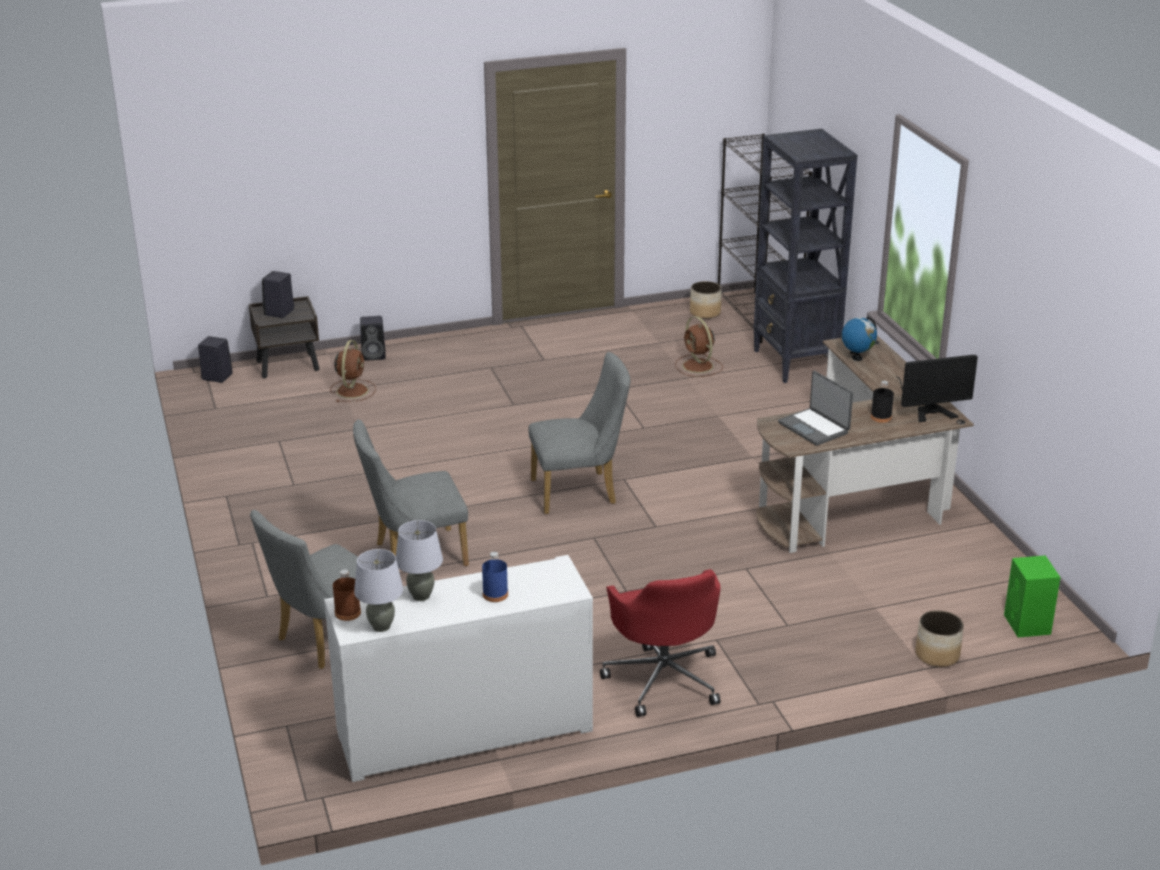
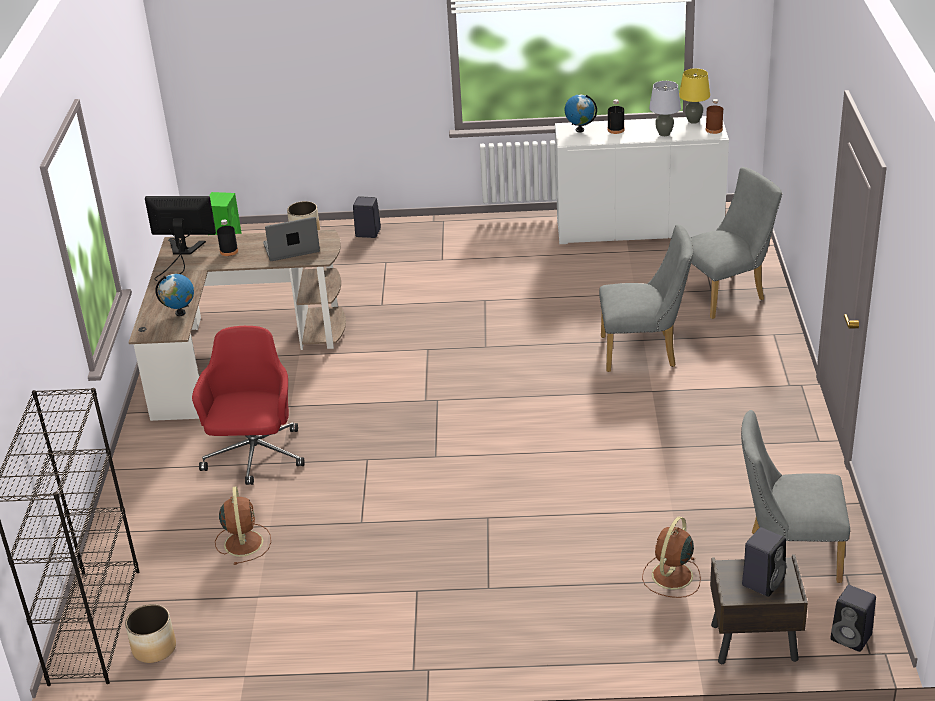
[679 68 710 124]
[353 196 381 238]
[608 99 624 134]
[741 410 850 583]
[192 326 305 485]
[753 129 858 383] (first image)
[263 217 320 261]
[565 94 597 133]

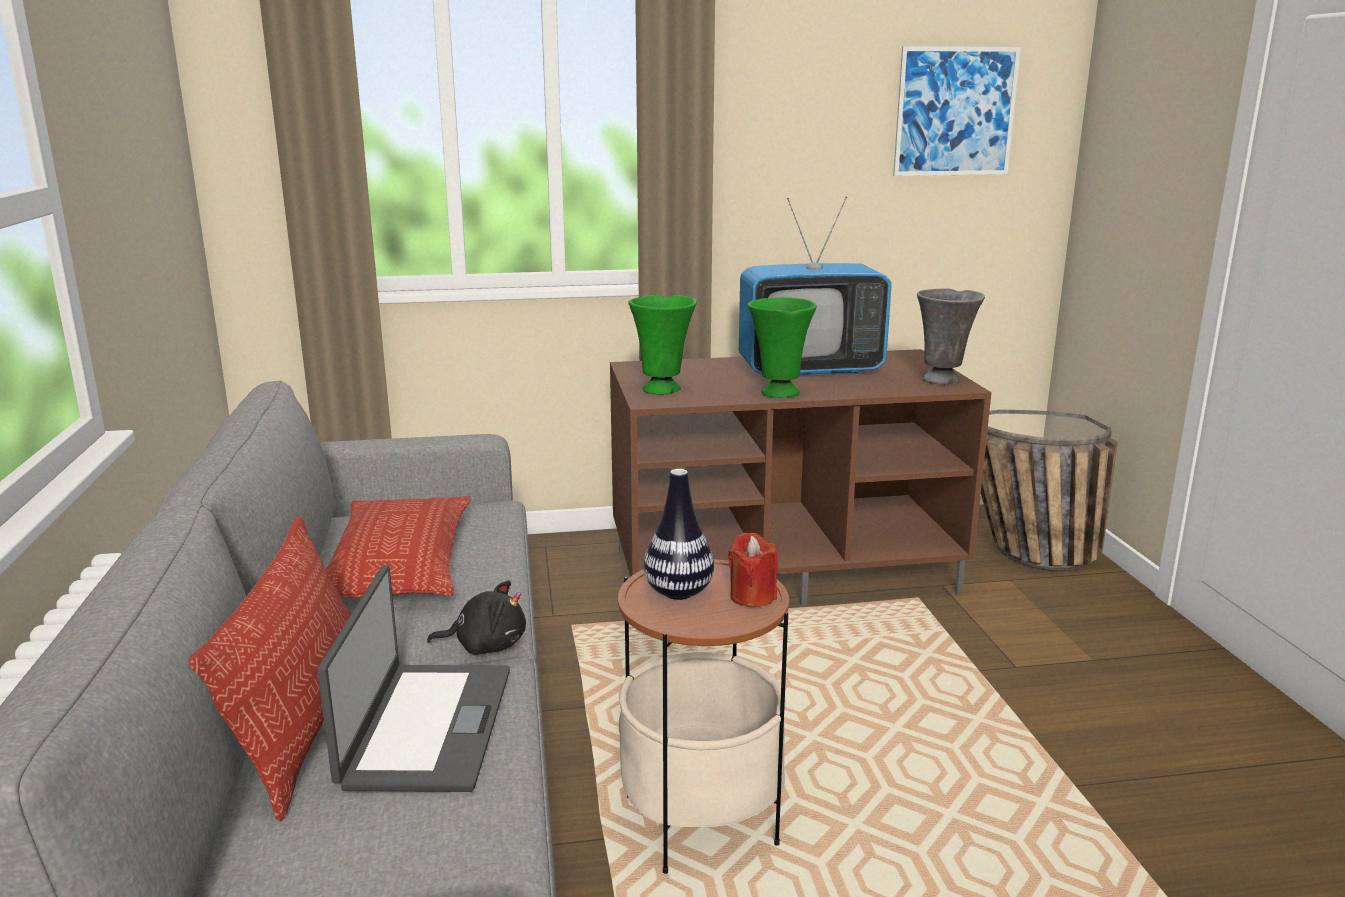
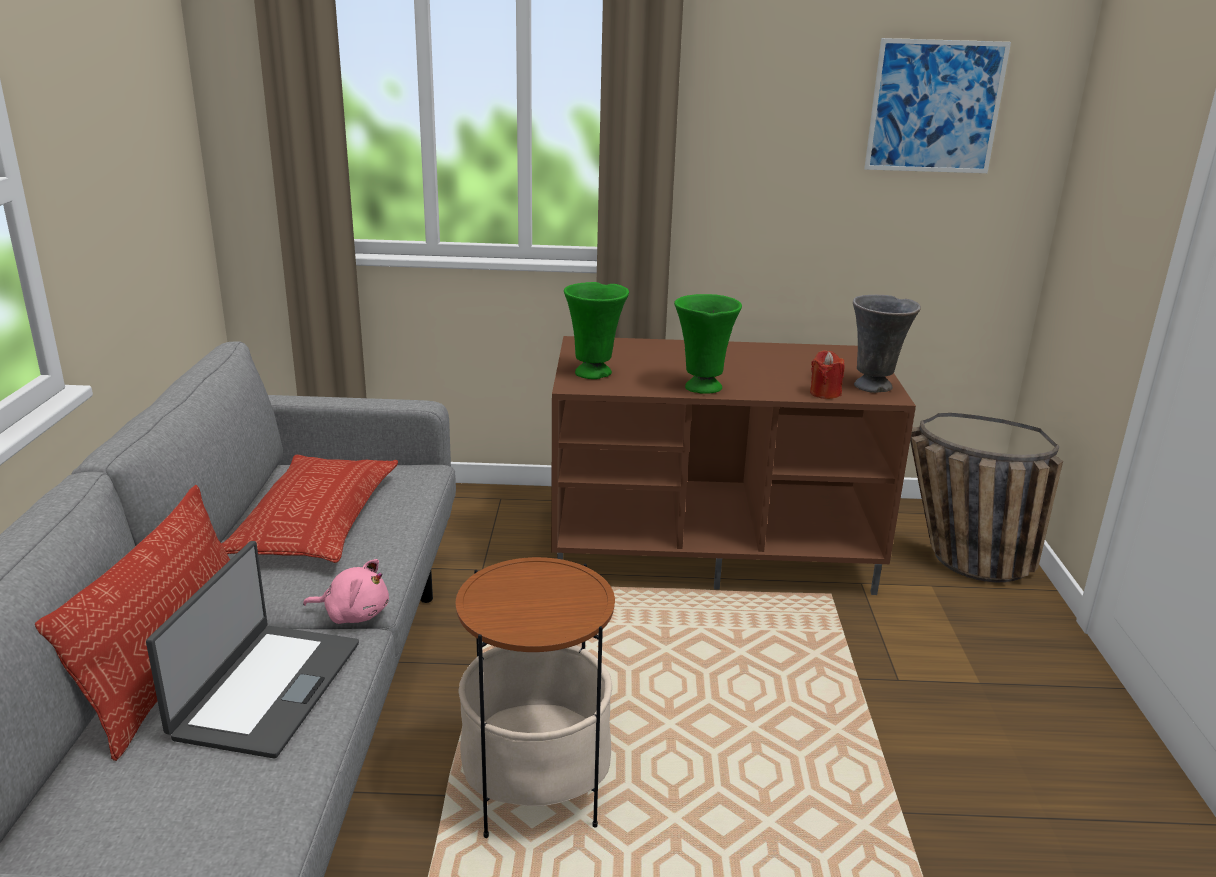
[303 559 389 624]
[644 469 714 600] (first image)
[810 350 845 399]
[739 197 892 375] (first image)

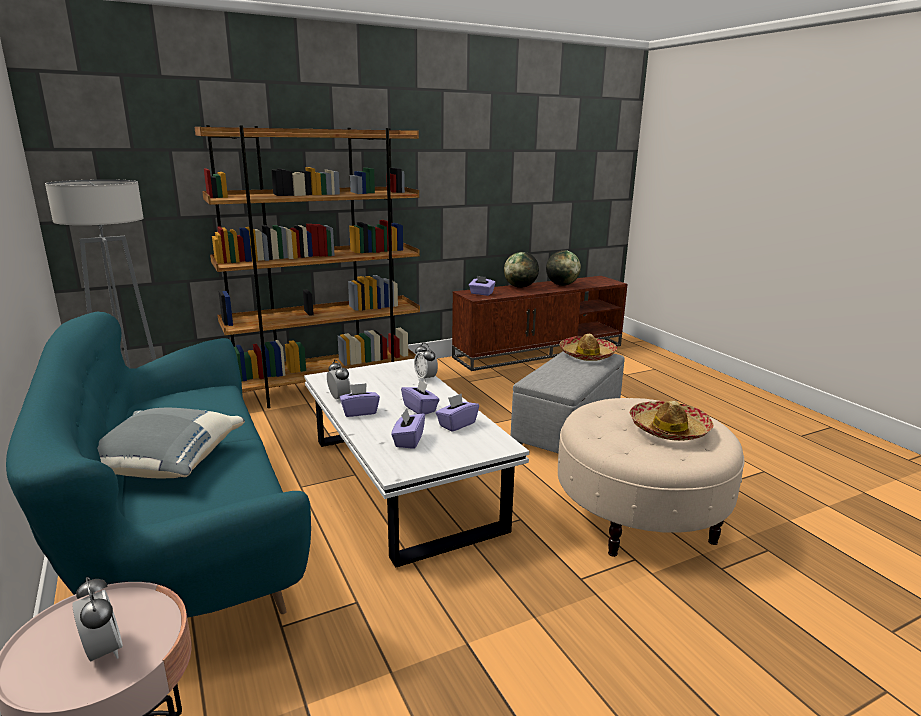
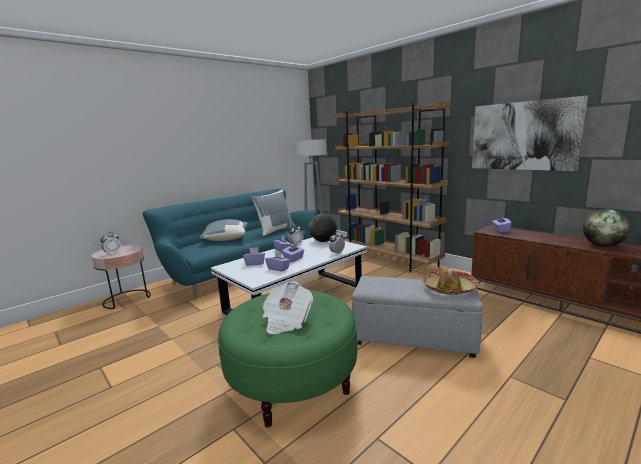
[309 214 337 242]
[218 290 358 427]
[262 281 313 334]
[251 190 296 237]
[472 95 588 171]

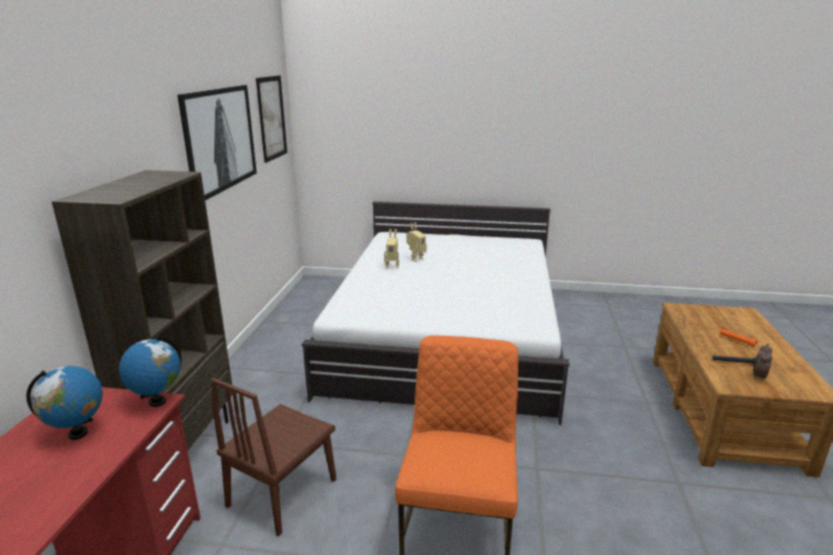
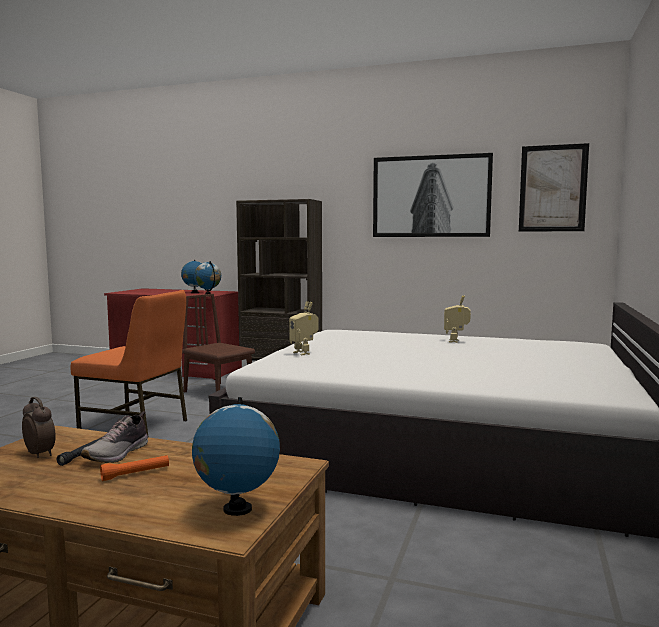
[289 301 319 355]
[81 411 148 463]
[192 397 280 516]

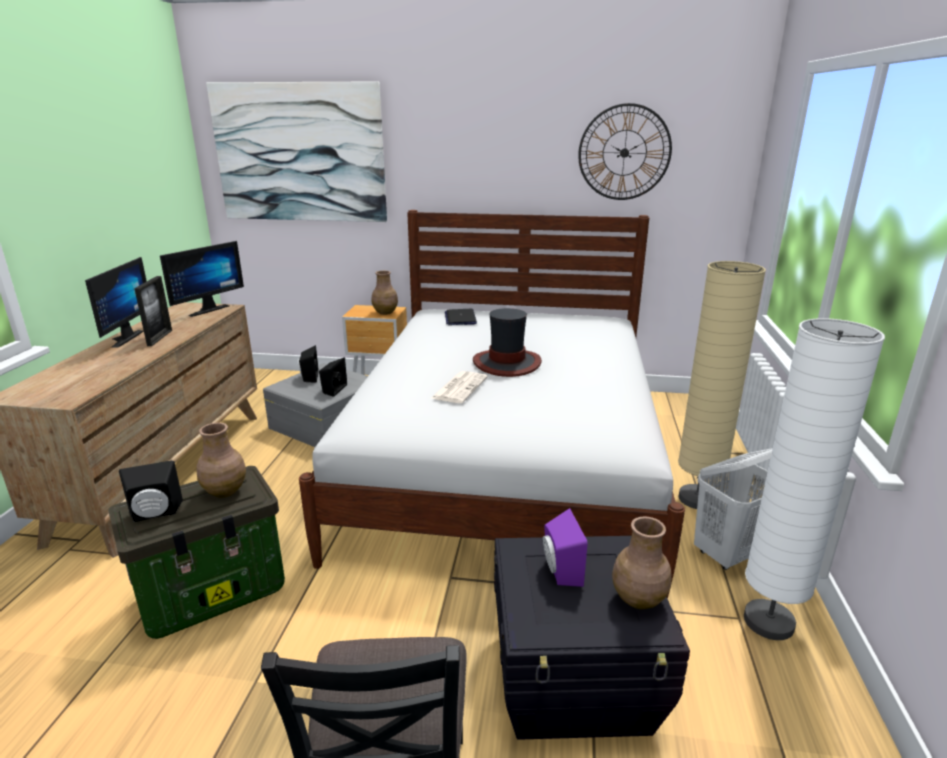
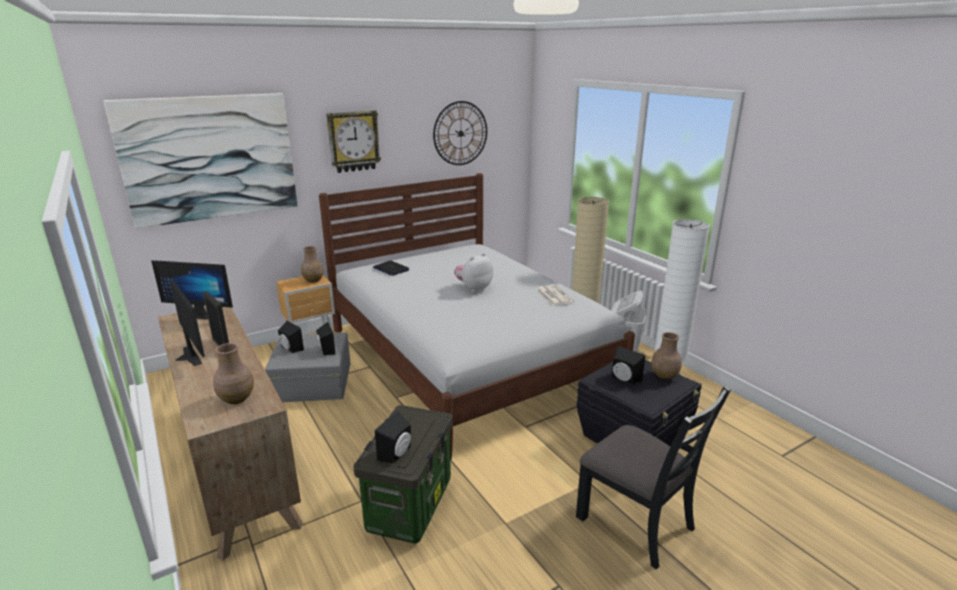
[151 260 233 319]
[213 343 254 404]
[536 285 574 306]
[454 253 493 292]
[612 346 645 385]
[326 110 381 173]

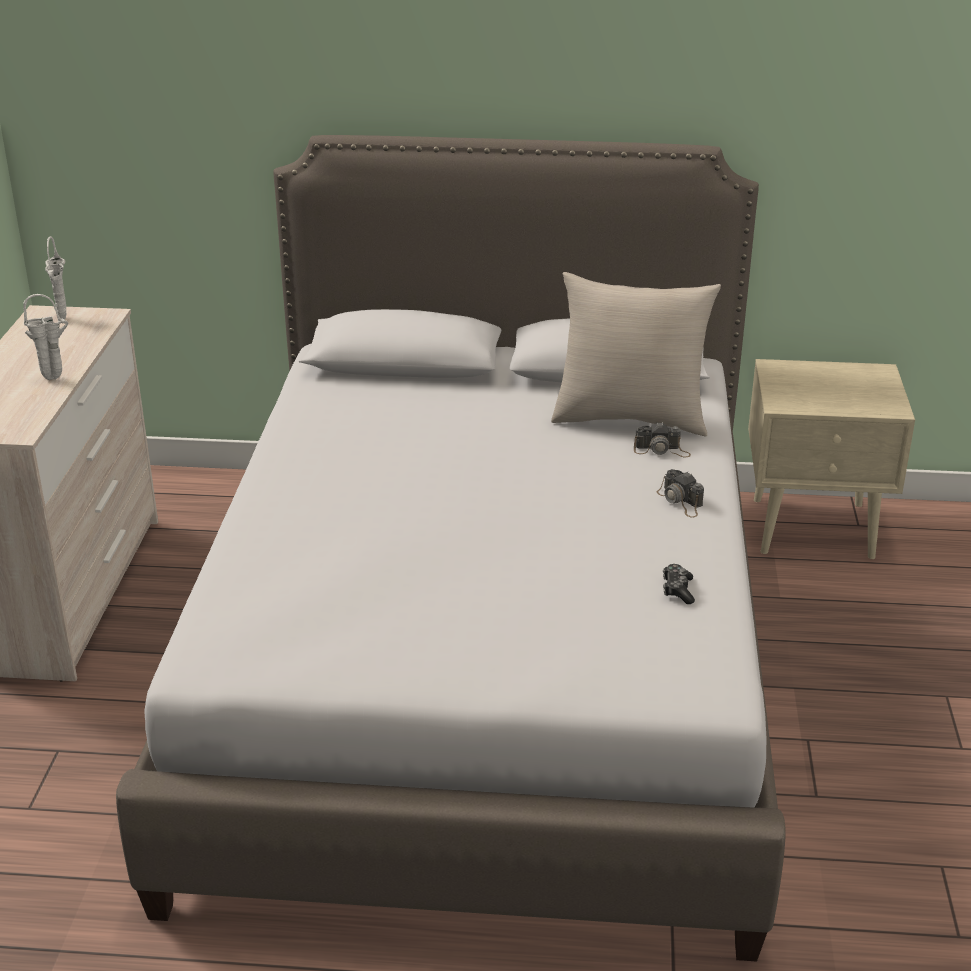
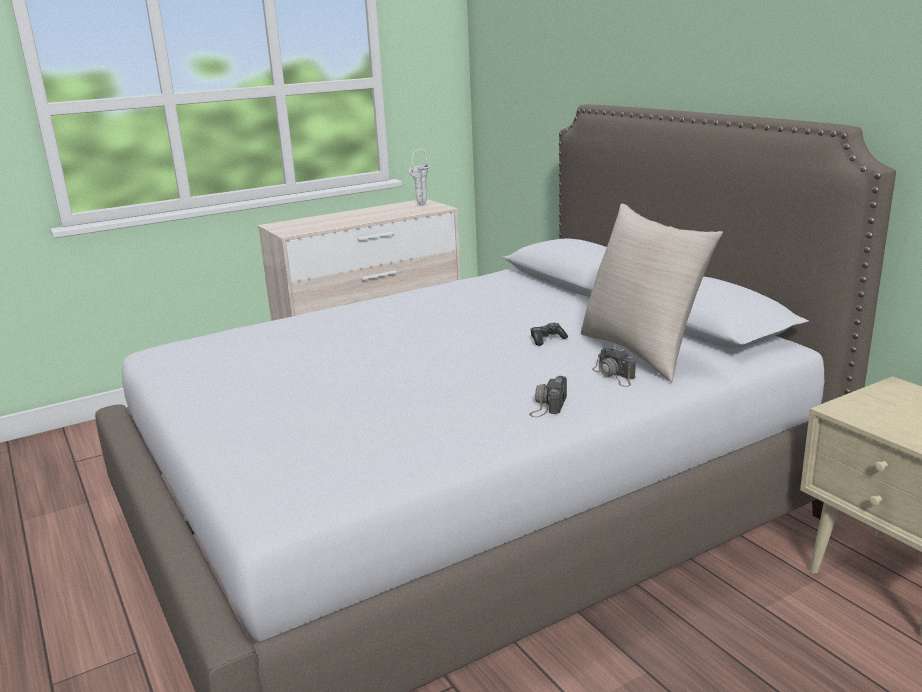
[23 294 69 380] (first image)
[530 323 568 346]

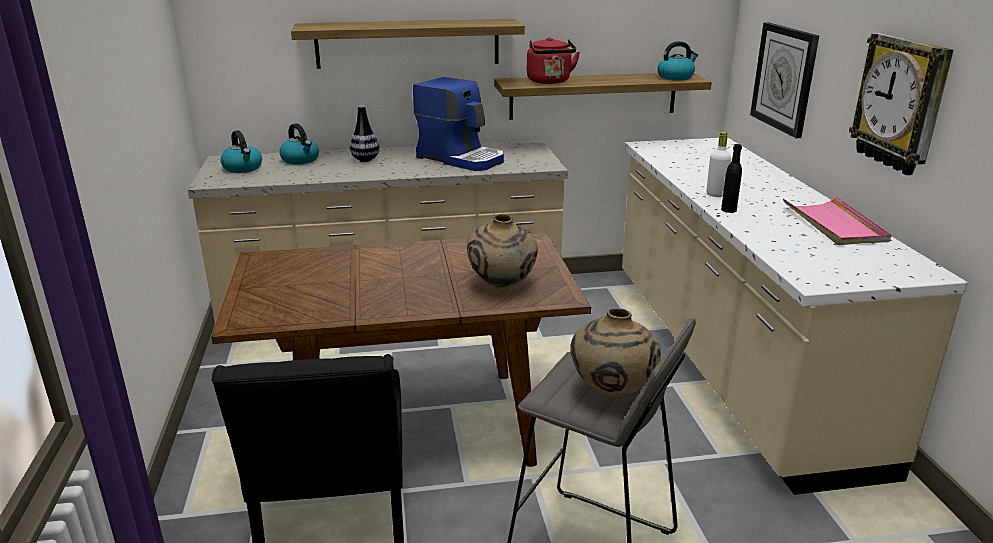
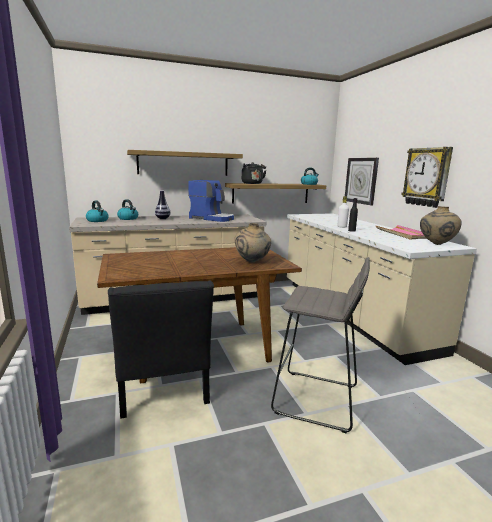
[242 162 267 184]
[420 206 462 245]

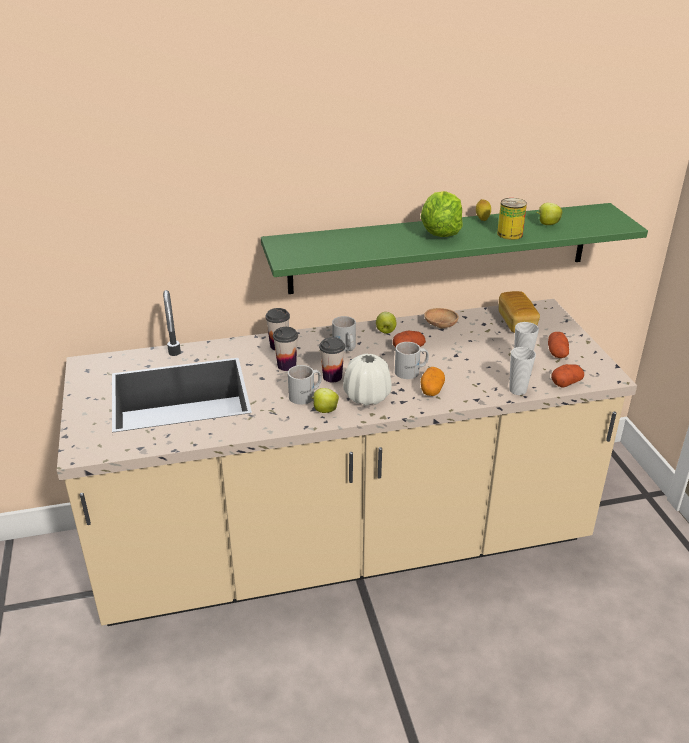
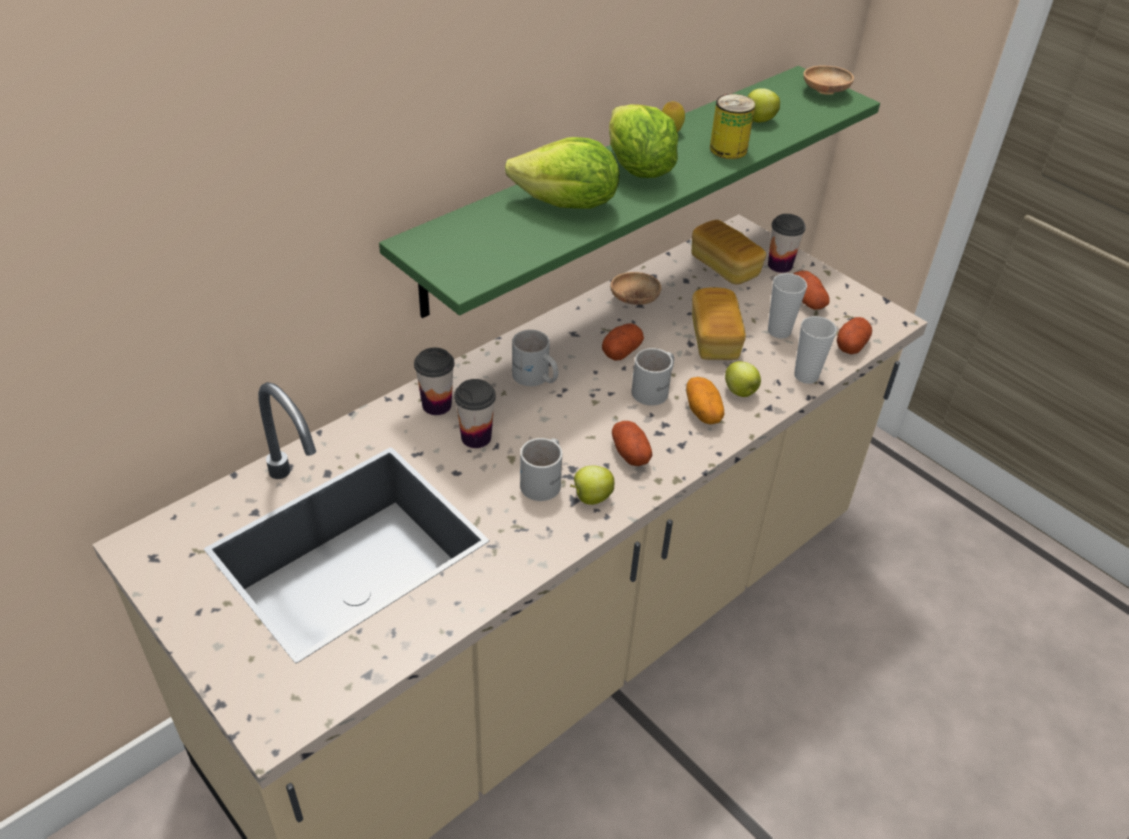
[768 214 806 273]
[612 421 652 466]
[725 361 761 397]
[505 137 619 209]
[692 288 746 360]
[803 65 854 95]

